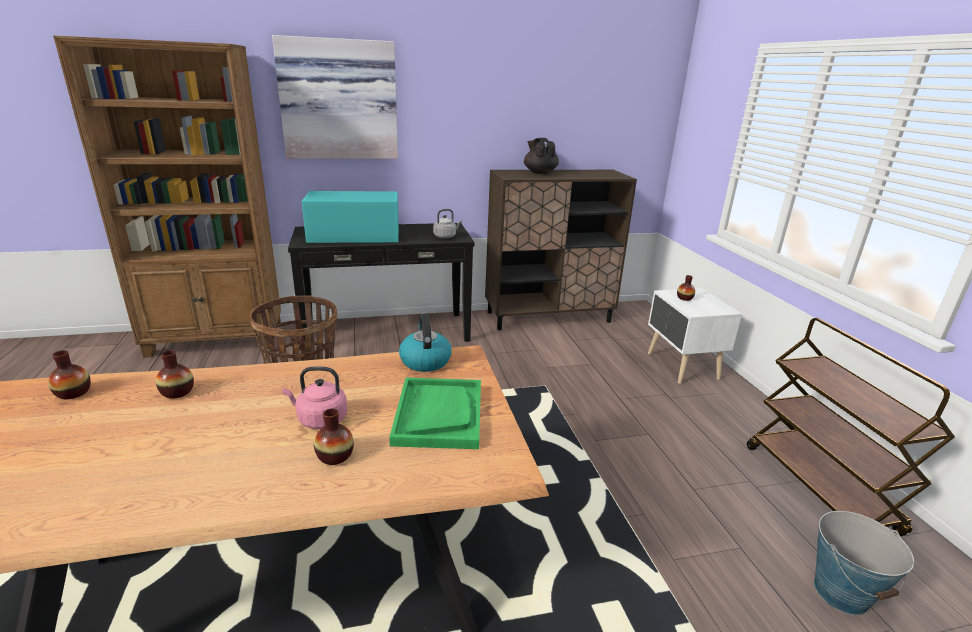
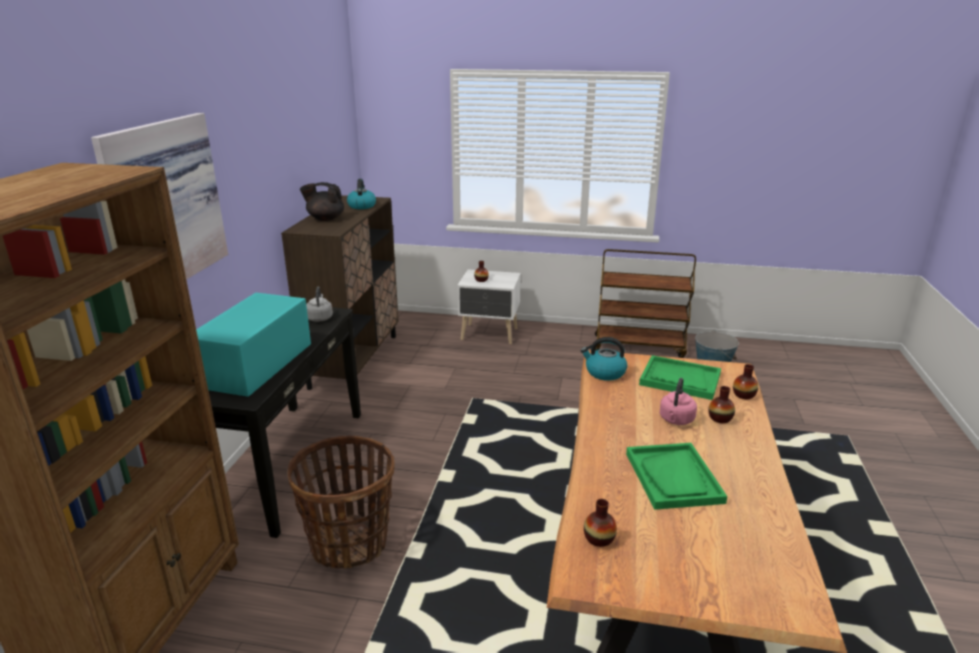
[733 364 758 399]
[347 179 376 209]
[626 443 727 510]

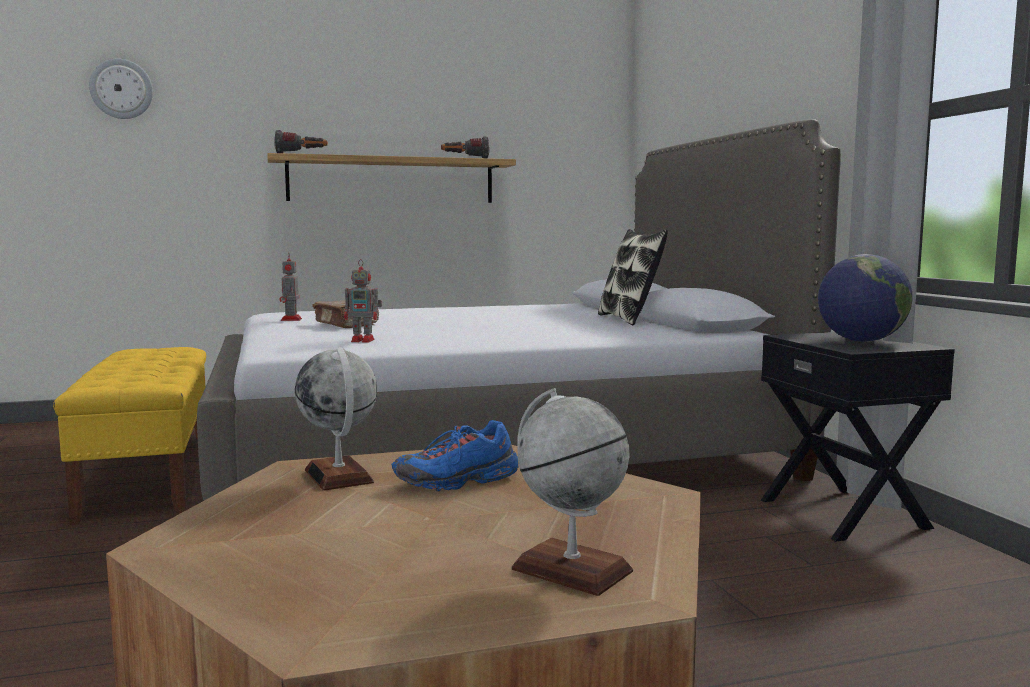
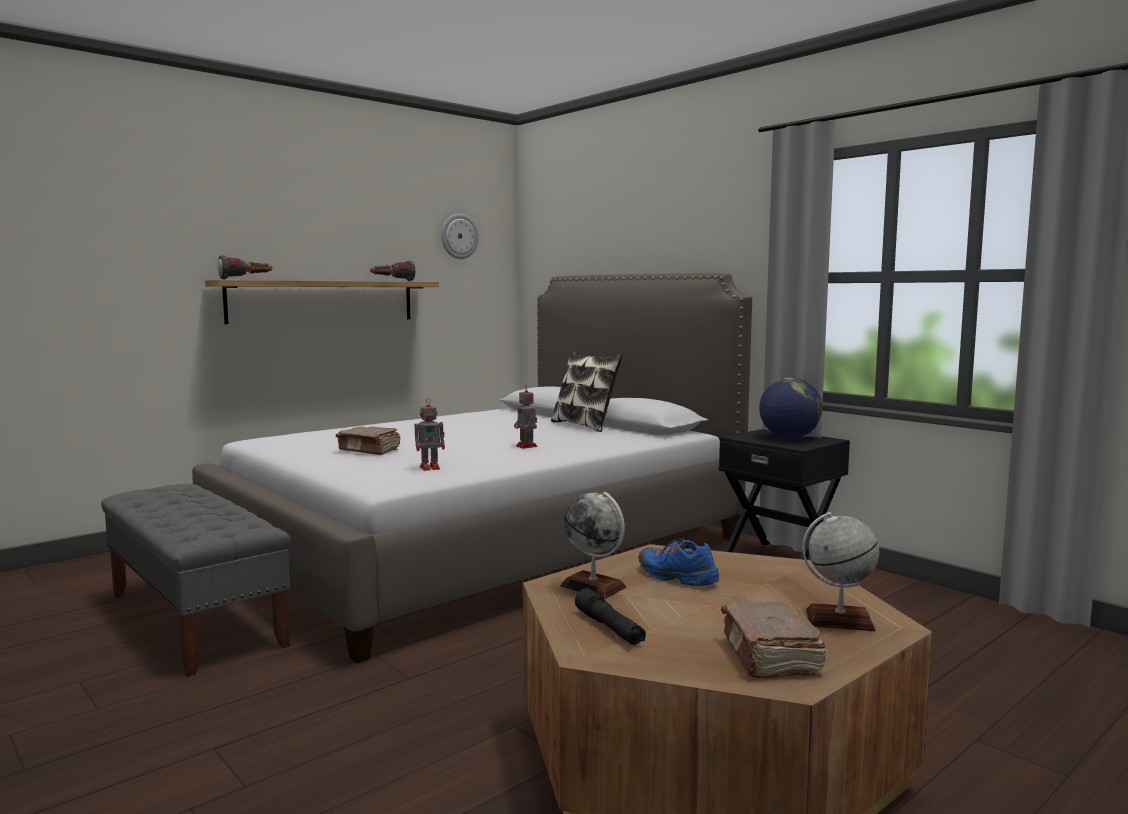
[101 484 291 677]
[441 213 479 259]
[514 385 537 449]
[639 539 719 586]
[575 588 646 645]
[721 602 827 679]

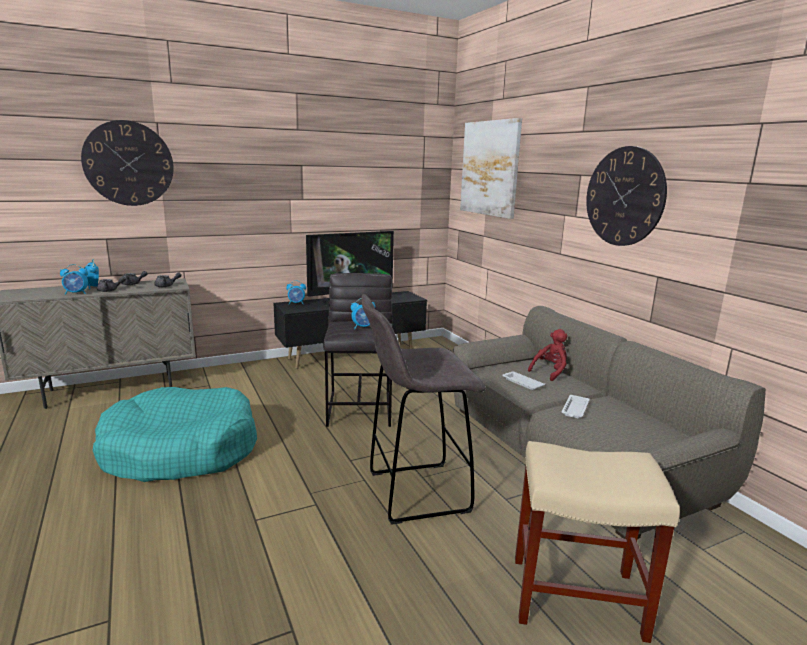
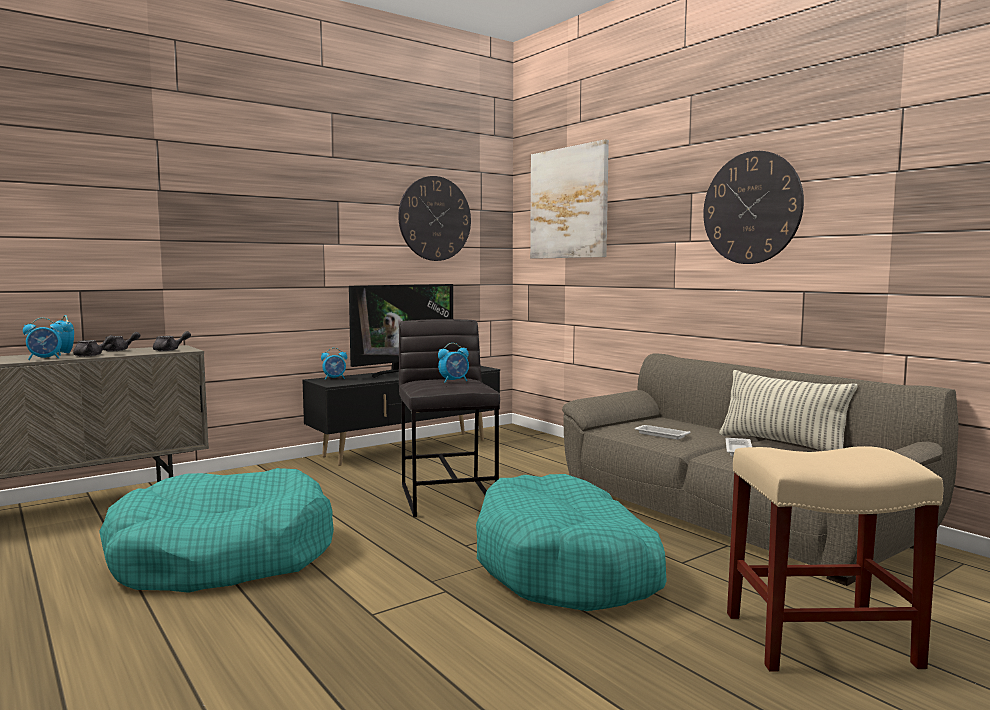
[398 176 471 261]
[476 474 667 611]
[528 329 568 381] (first image)
[719 370 857 451]

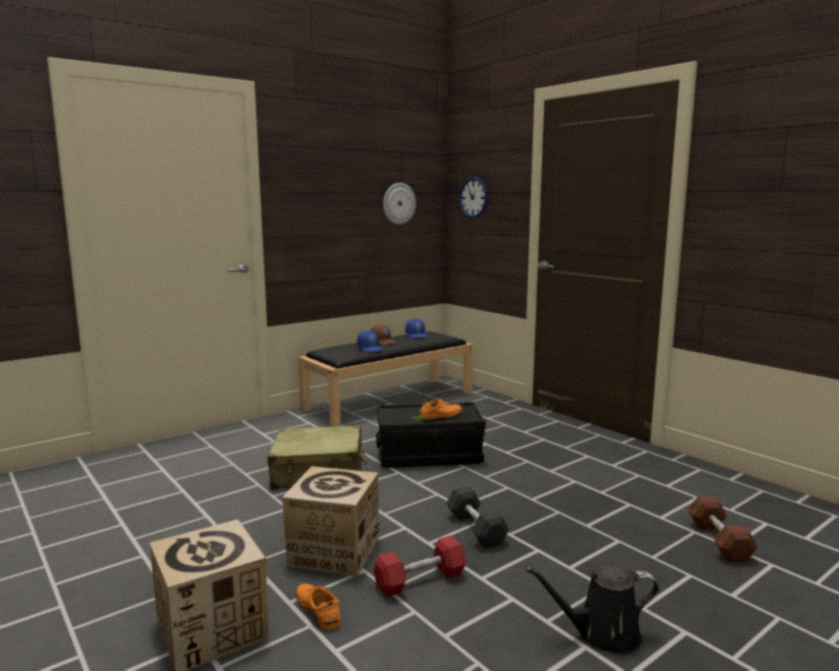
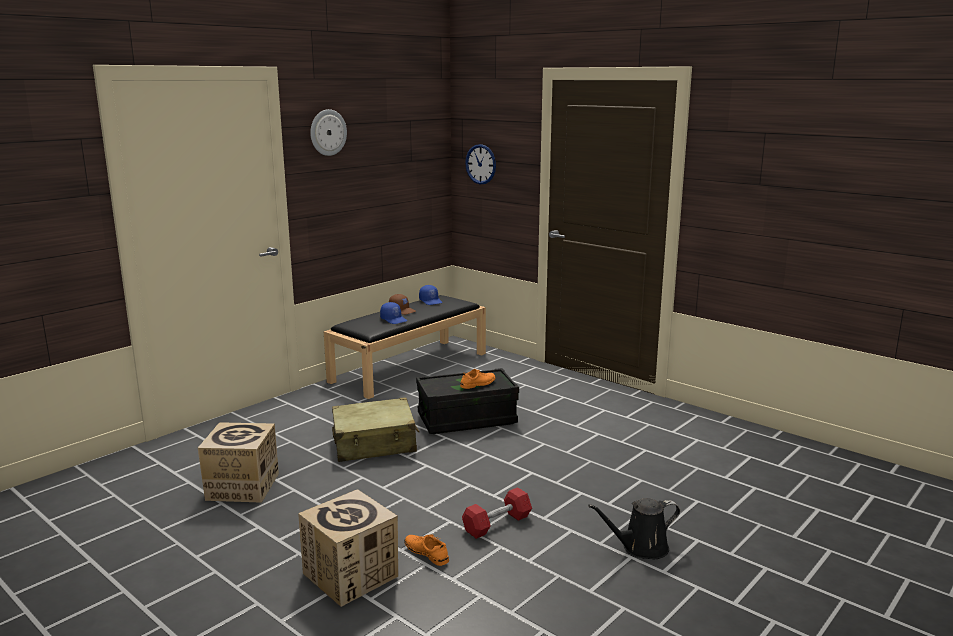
[198 422 279 503]
[310 109 347 156]
[446 486 509 549] (first image)
[688 496 758 562] (first image)

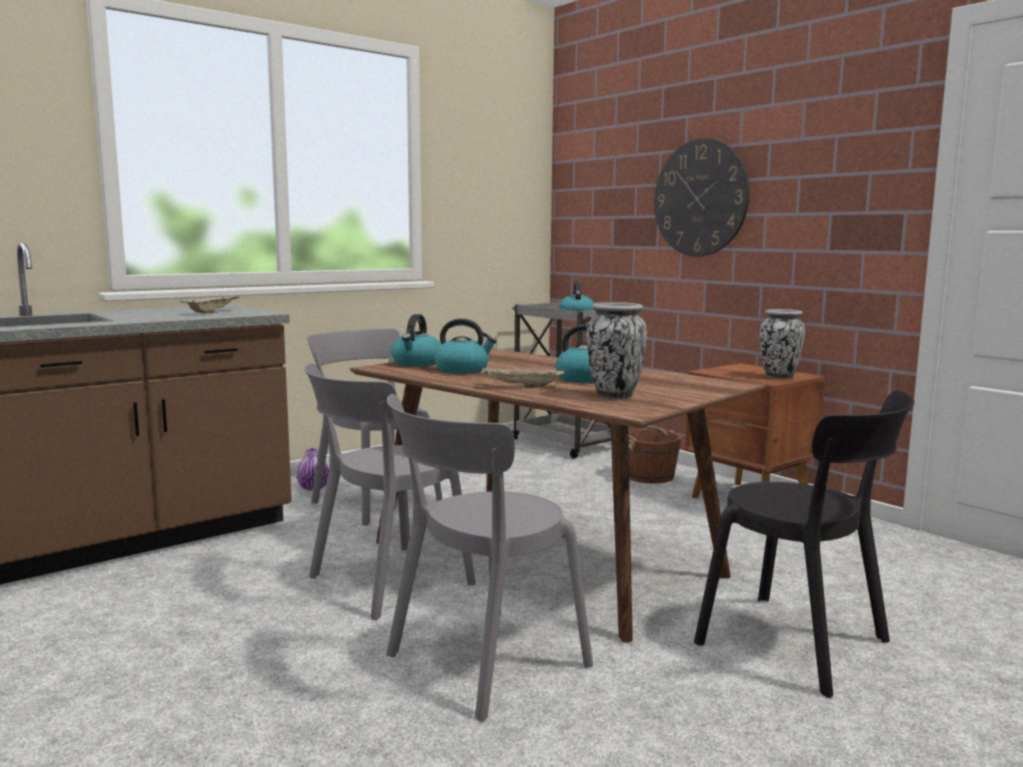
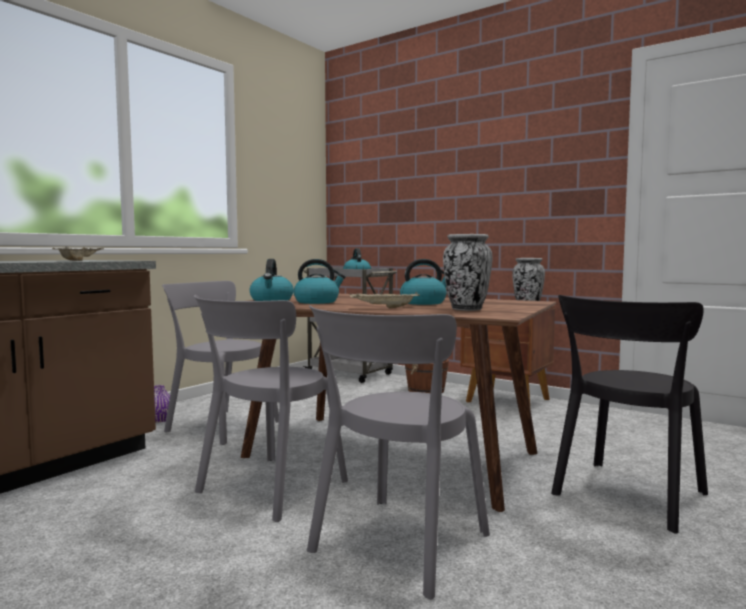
[654 138 750 257] (first image)
[551 295 708 534]

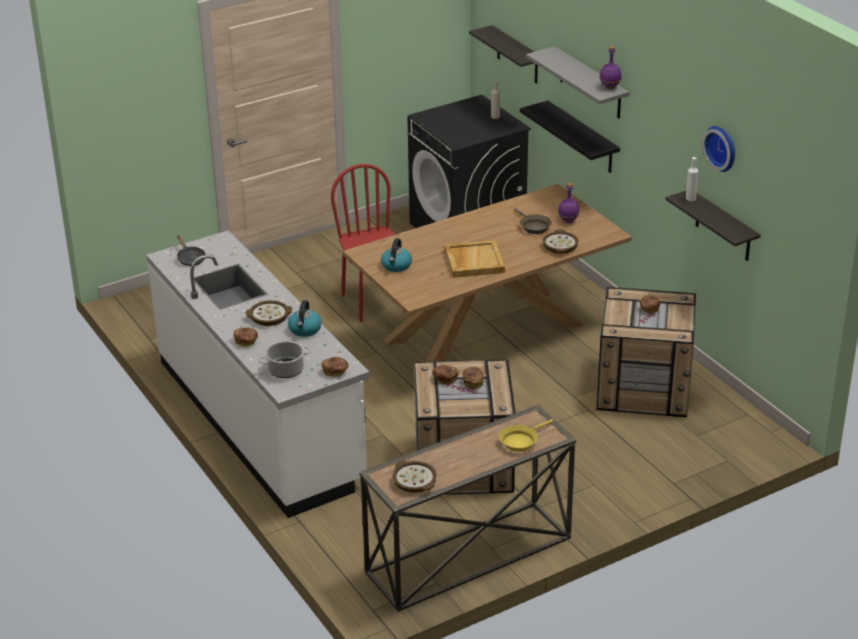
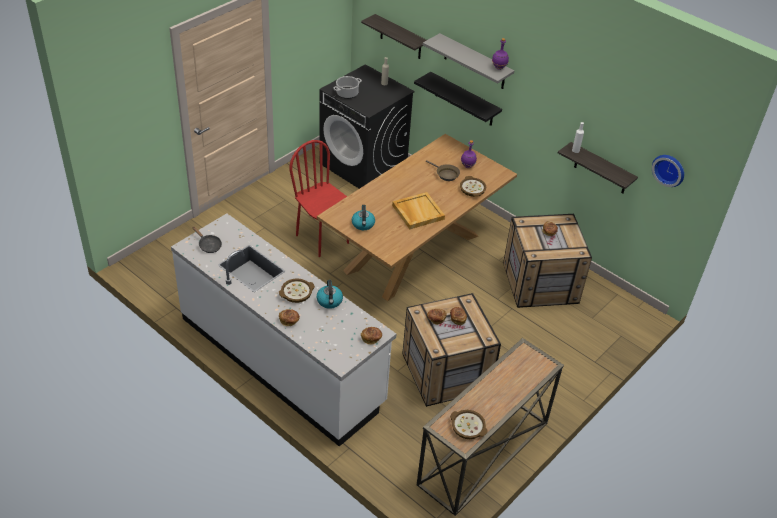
[333 76 362 99]
[499 419 553 452] (first image)
[652 155 684 187]

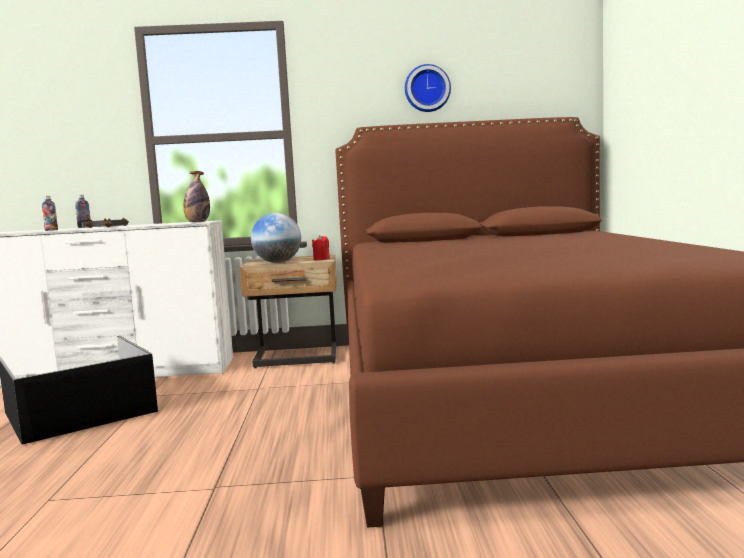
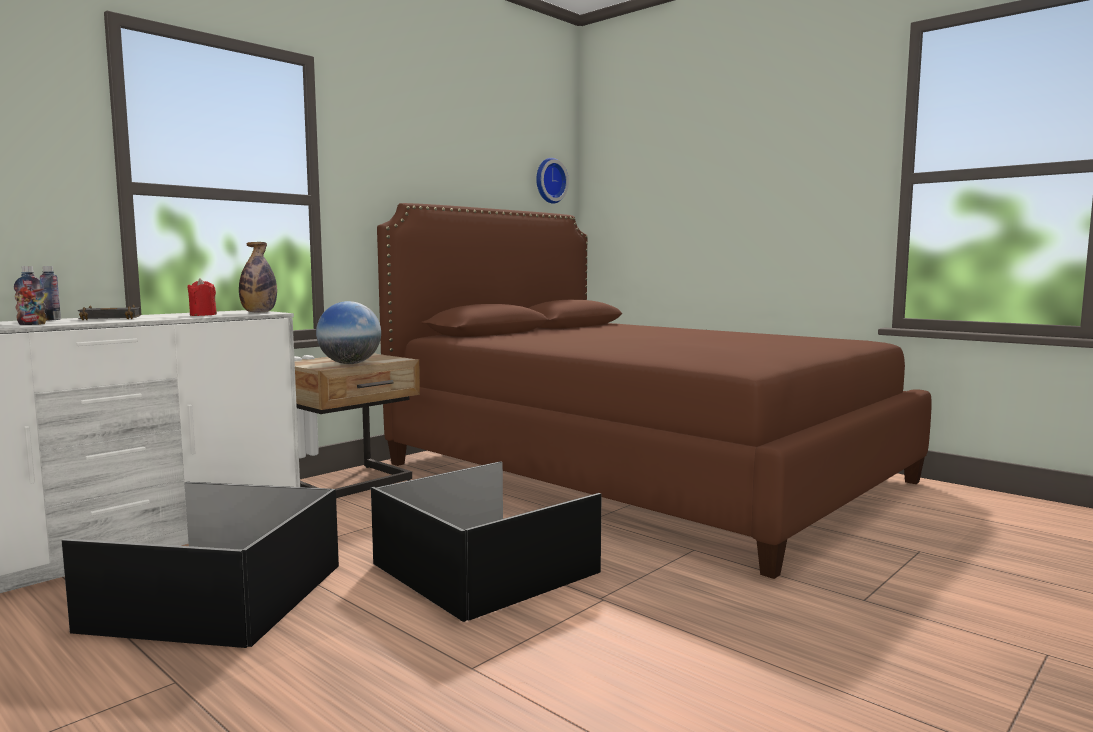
[187 278 217 316]
[536 158 569 204]
[371 461 602 622]

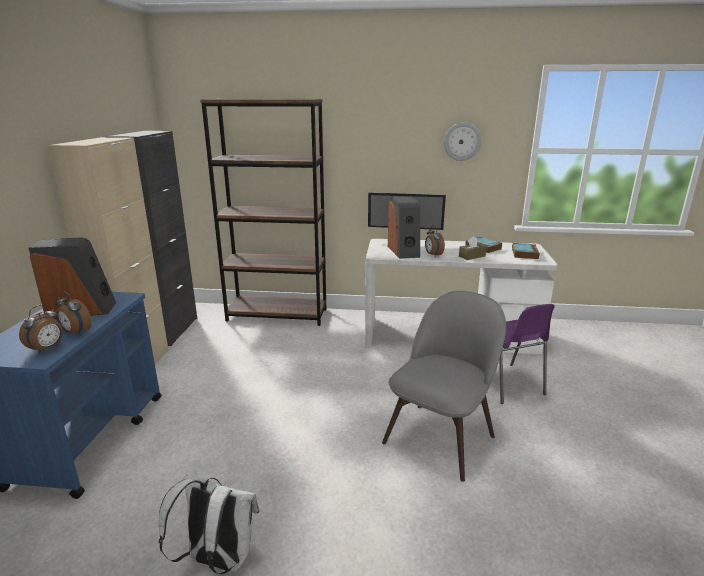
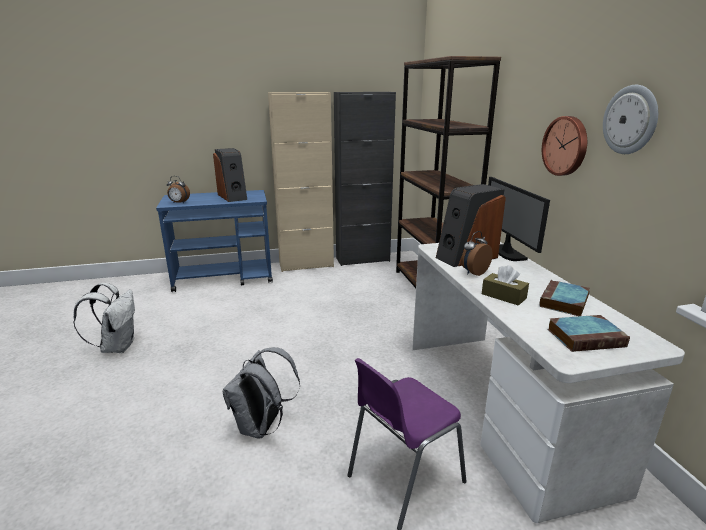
[55 291 92 336] (first image)
[222 347 300 439]
[542 116 587 176]

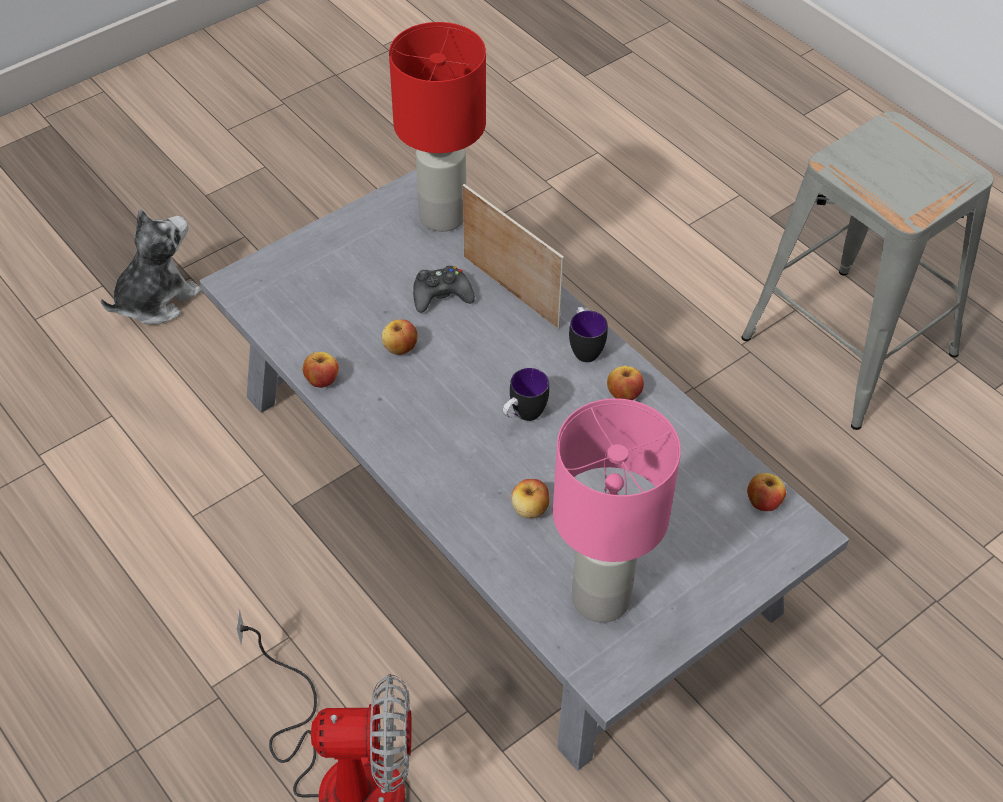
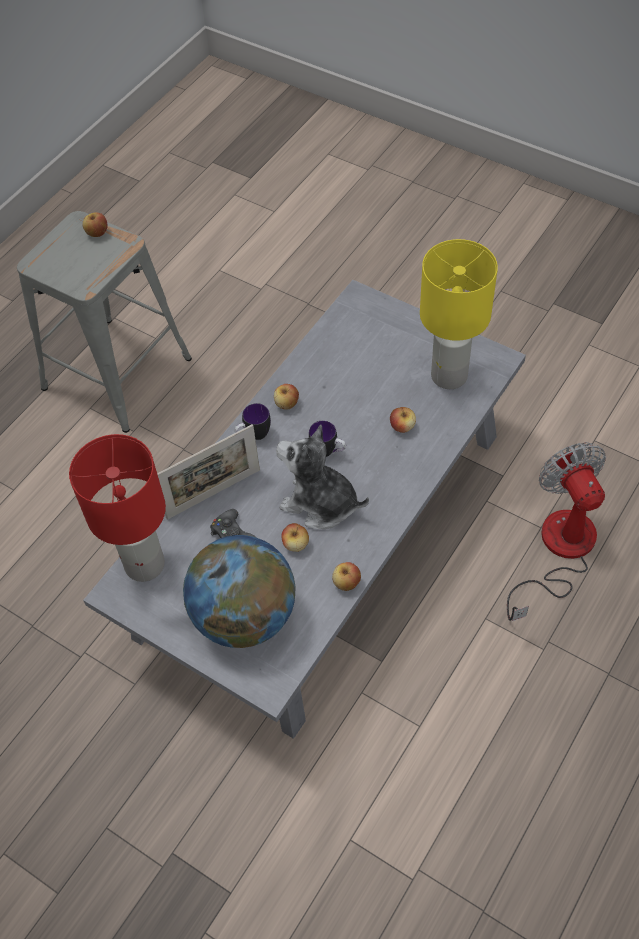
[276 425 369 529]
[157 424 260 520]
[420 239 498 389]
[83 212 108 237]
[183 535 296 648]

